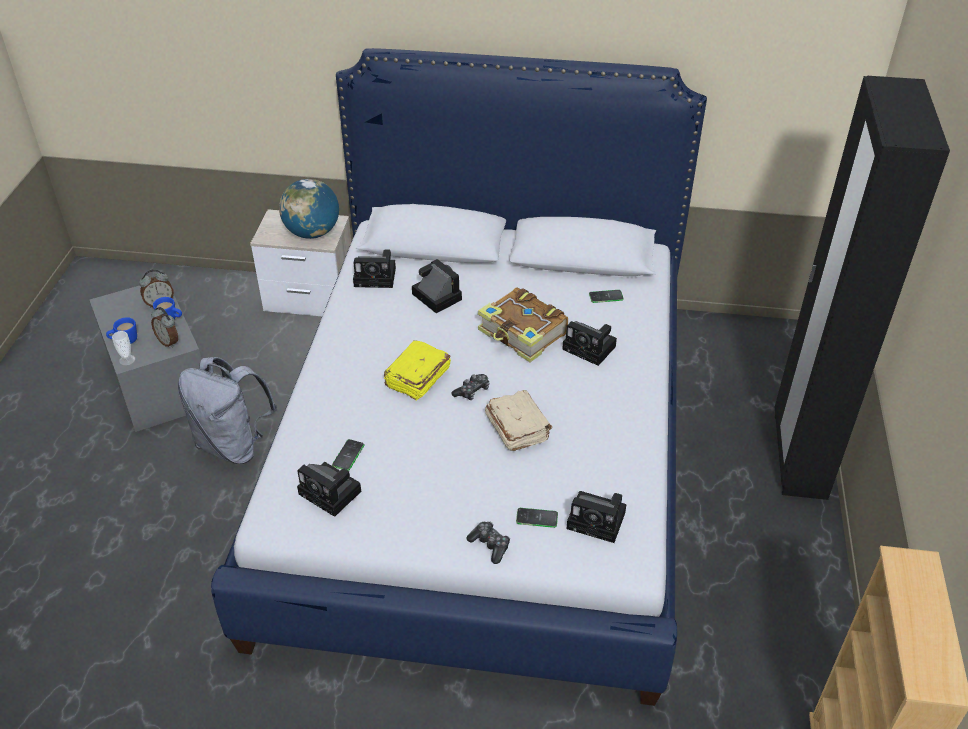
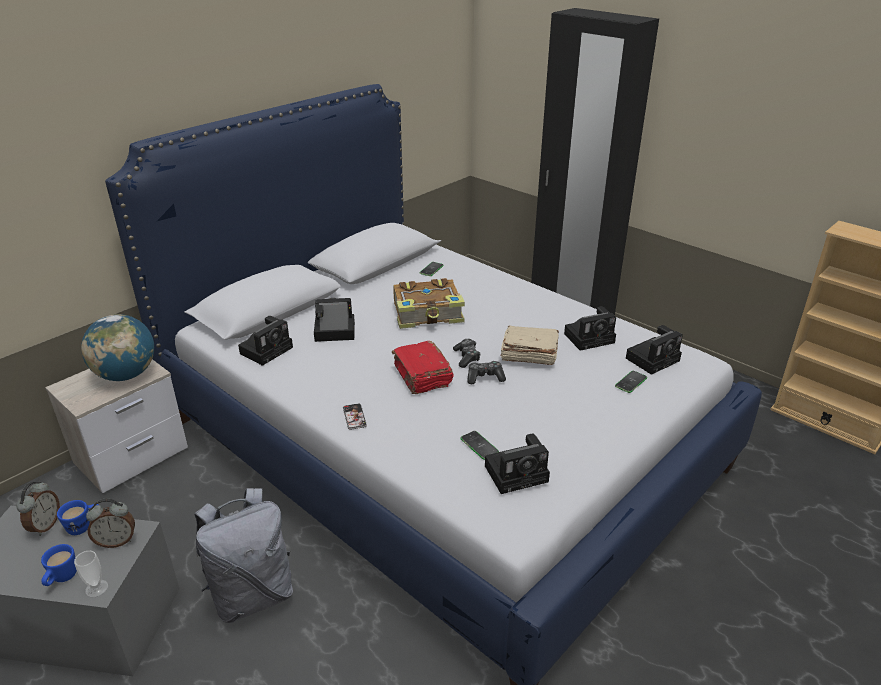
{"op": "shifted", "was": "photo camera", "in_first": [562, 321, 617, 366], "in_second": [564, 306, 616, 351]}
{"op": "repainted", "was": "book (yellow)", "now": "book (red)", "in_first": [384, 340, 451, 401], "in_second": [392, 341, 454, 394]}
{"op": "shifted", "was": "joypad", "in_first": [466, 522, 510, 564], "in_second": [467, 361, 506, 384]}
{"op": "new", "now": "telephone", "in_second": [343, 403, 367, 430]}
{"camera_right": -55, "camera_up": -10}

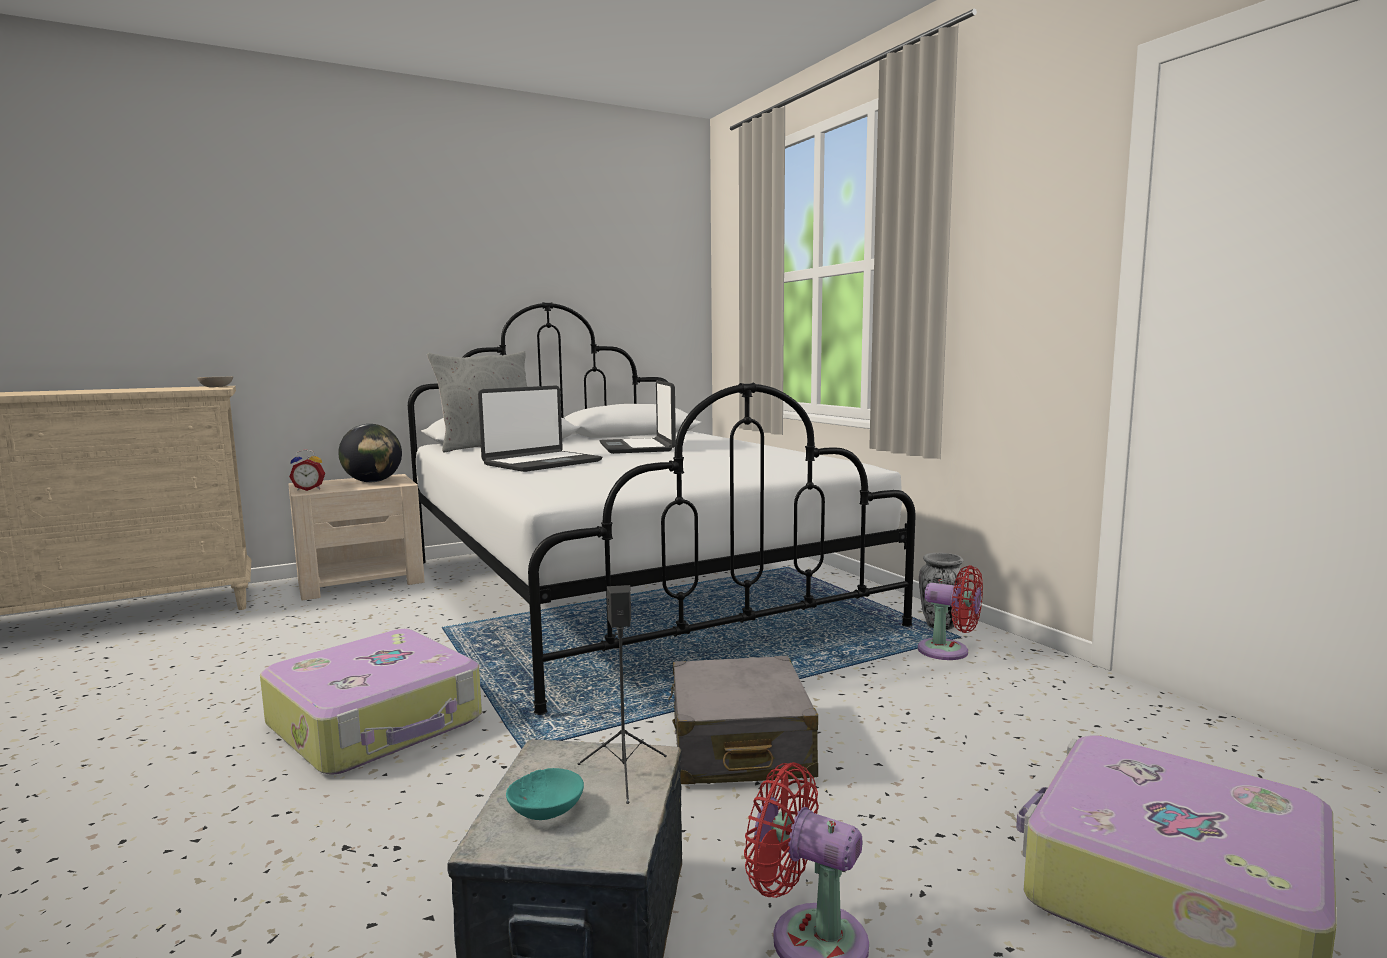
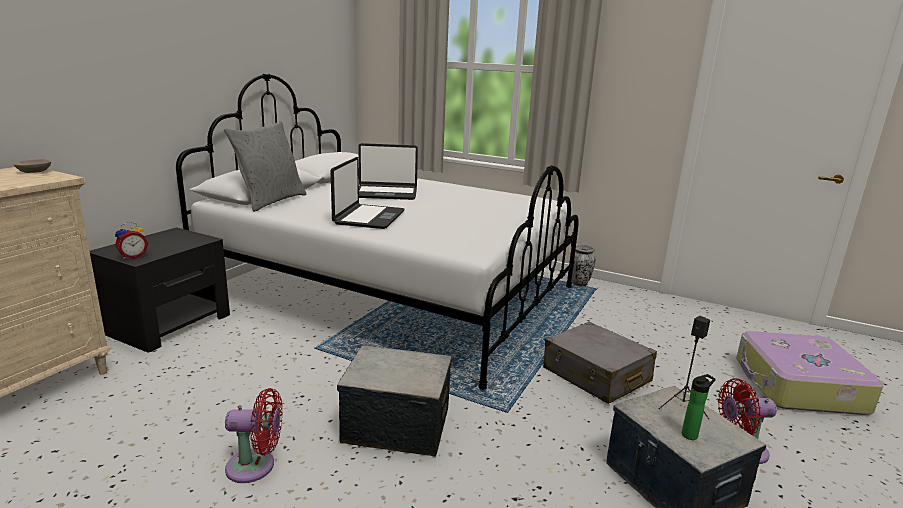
{"op": "rotated", "was": "notebook computer", "in_first": [600, 380, 676, 454], "in_second": [358, 143, 418, 200], "clockwise": -45}
{"op": "gone", "was": "desk globe", "in_first": [338, 424, 402, 482]}
{"op": "repainted", "was": "nightstand (beige)", "now": "nightstand (black-coloured)", "in_first": [288, 474, 425, 600], "in_second": [90, 227, 230, 353]}
{"op": "shifted", "was": "fan (red)", "in_first": [918, 565, 983, 660], "in_second": [225, 388, 283, 483]}
{"op": "swapped", "was": "suitcase", "now": "storage box", "in_first": [260, 629, 482, 775], "in_second": [337, 346, 452, 457]}
{"op": "swapped", "was": "deep dish (blue-green)", "now": "beverage bottle", "in_first": [506, 768, 584, 820], "in_second": [682, 374, 716, 440]}
{"camera_right": -35, "camera_up": 10}

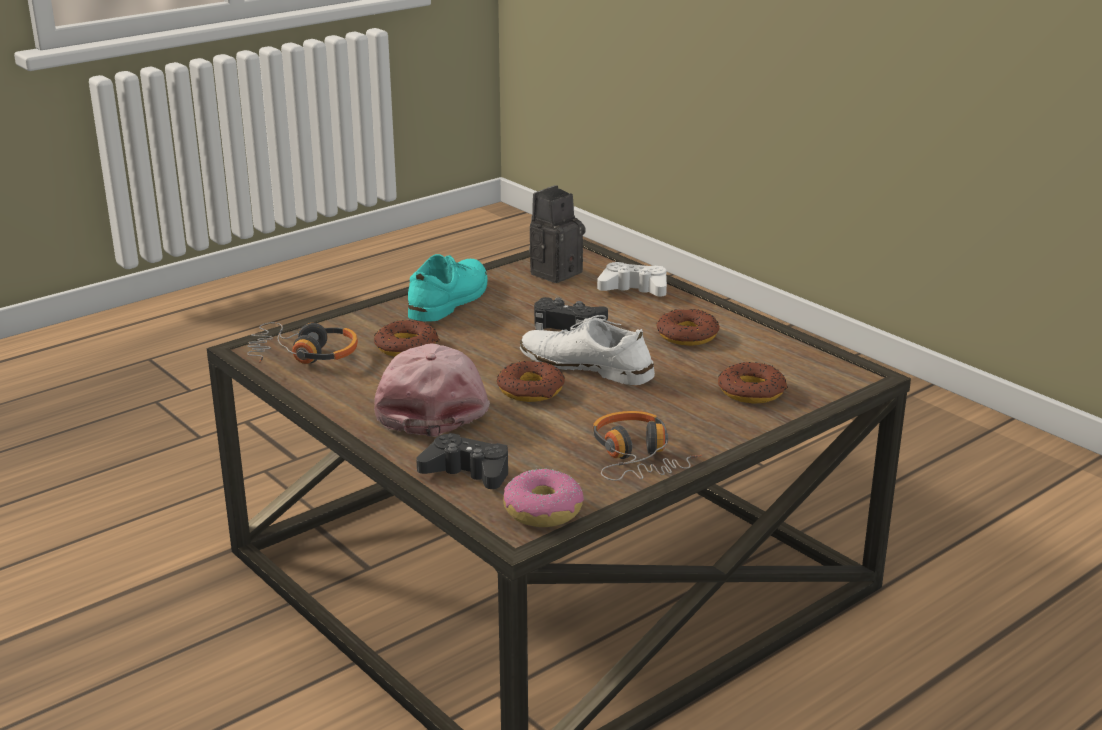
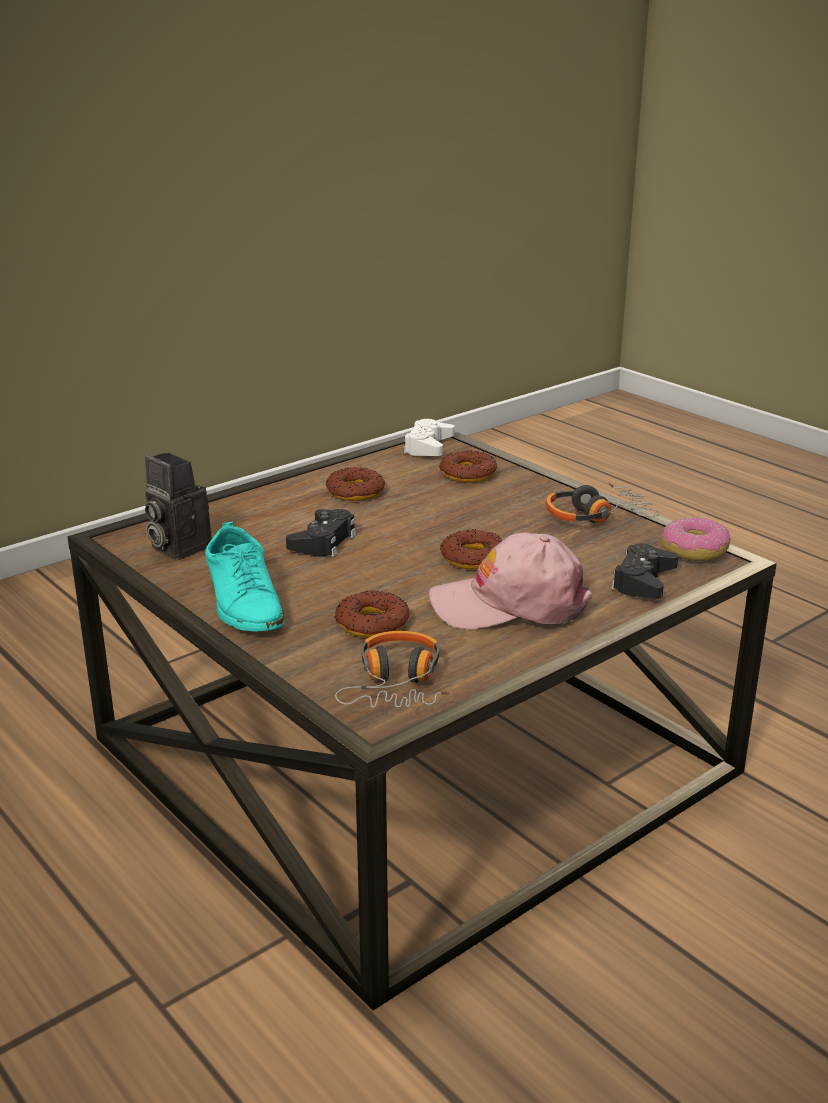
{"op": "rotated", "was": "item of footwear (blue-green)", "in_first": [408, 254, 488, 322], "in_second": [205, 521, 284, 631], "clockwise": -135}
{"op": "shifted", "was": "joypad (white)", "in_first": [597, 262, 667, 296], "in_second": [403, 419, 454, 456]}
{"op": "gone", "was": "item of footwear (white)", "in_first": [520, 315, 655, 385]}
{"camera_right": -90, "camera_up": 0}

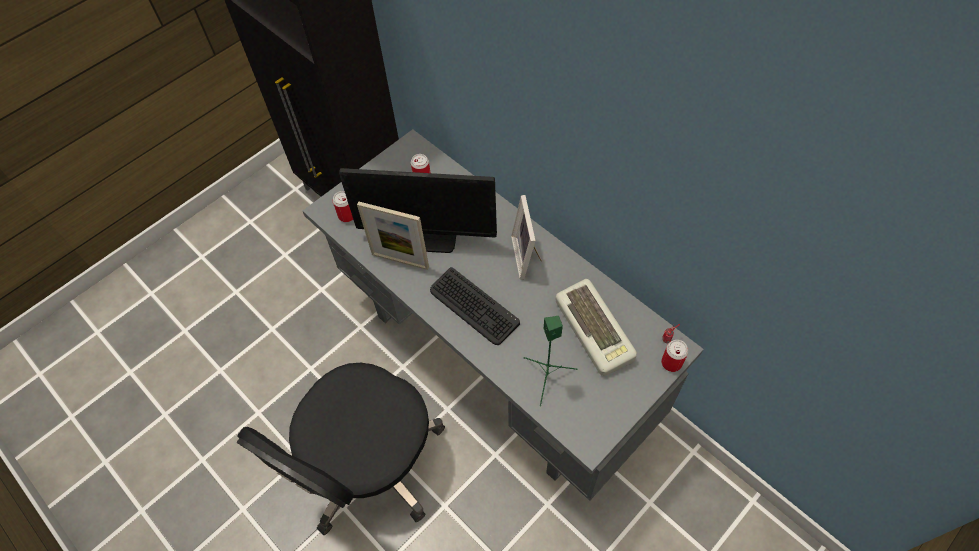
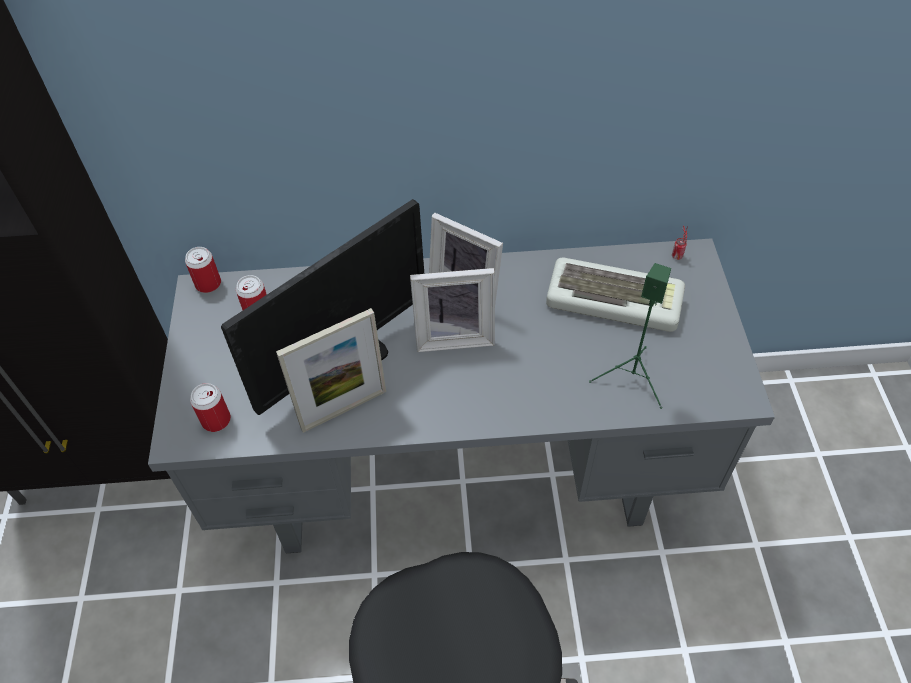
{"op": "gone", "was": "computer keyboard", "in_first": [430, 267, 520, 345]}
{"op": "shifted", "was": "can", "in_first": [661, 340, 688, 372], "in_second": [185, 247, 221, 293]}
{"op": "new", "now": "photo frame", "in_second": [410, 268, 495, 352]}
{"camera_right": -50, "camera_up": -5}

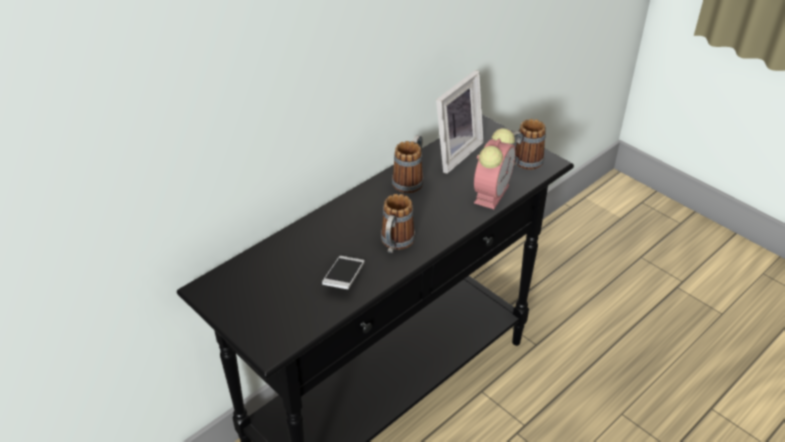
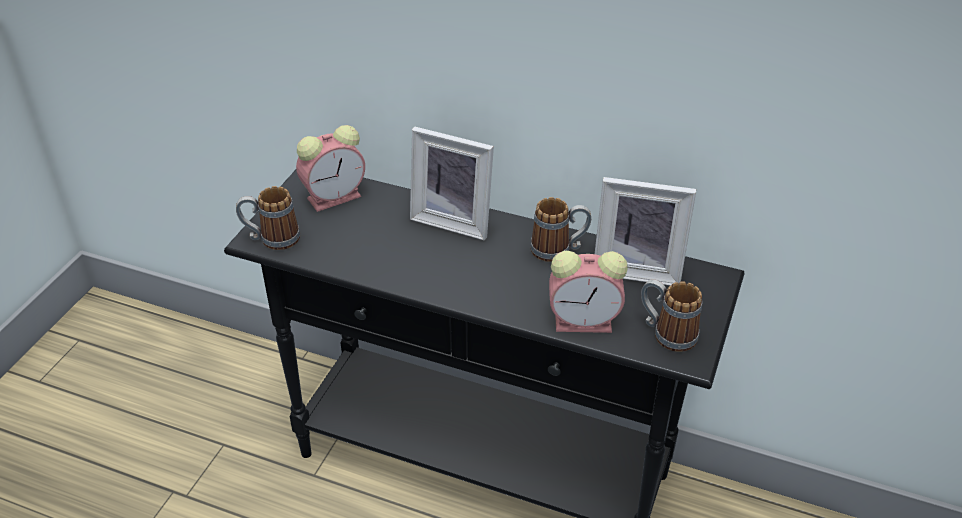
{"op": "shifted", "was": "mug", "in_first": [381, 194, 415, 253], "in_second": [236, 186, 300, 250]}
{"op": "gone", "was": "telephone", "in_first": [322, 256, 365, 289]}
{"op": "new", "now": "table clock", "in_second": [296, 125, 365, 212]}
{"op": "new", "now": "photo frame", "in_second": [410, 127, 494, 241]}
{"camera_right": 65, "camera_up": 0}

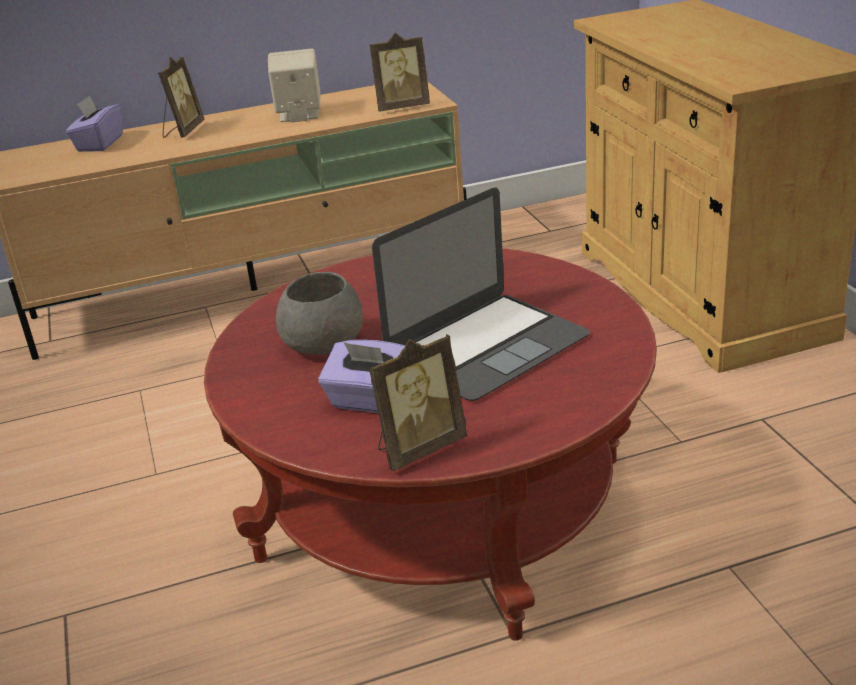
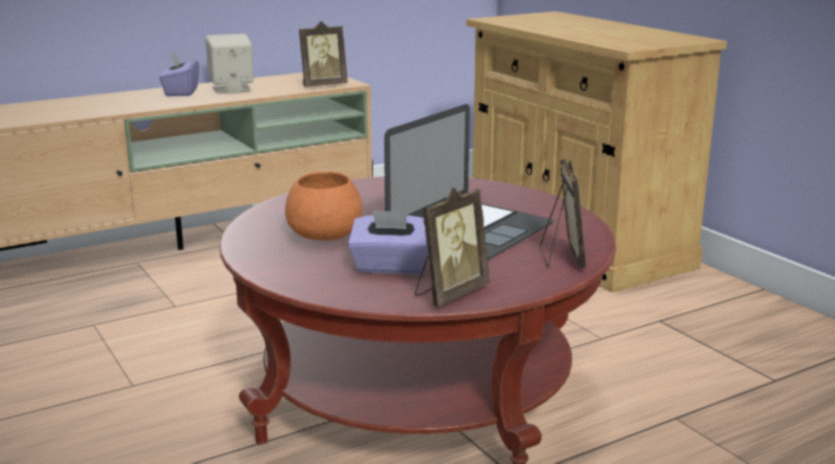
{"op": "shifted", "was": "photo frame", "in_first": [158, 57, 204, 138], "in_second": [540, 159, 586, 268]}
{"op": "shifted", "was": "tissue holder (purple)", "in_first": [66, 96, 123, 152], "in_second": [159, 51, 199, 96]}
{"op": "repainted", "was": "deep dish (grey)", "now": "deep dish (orangey)", "in_first": [276, 272, 363, 355], "in_second": [285, 171, 362, 240]}
{"camera_right": -15, "camera_up": -10}

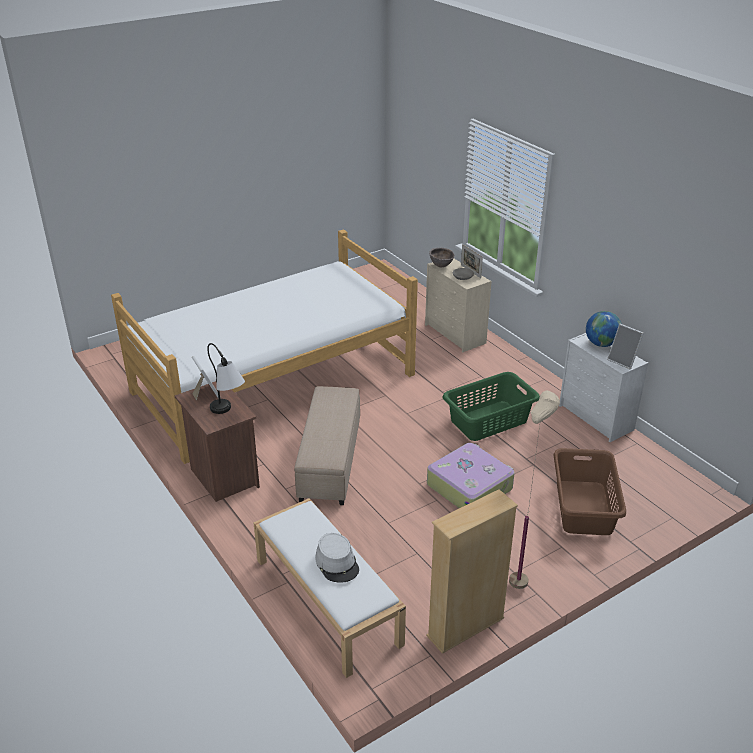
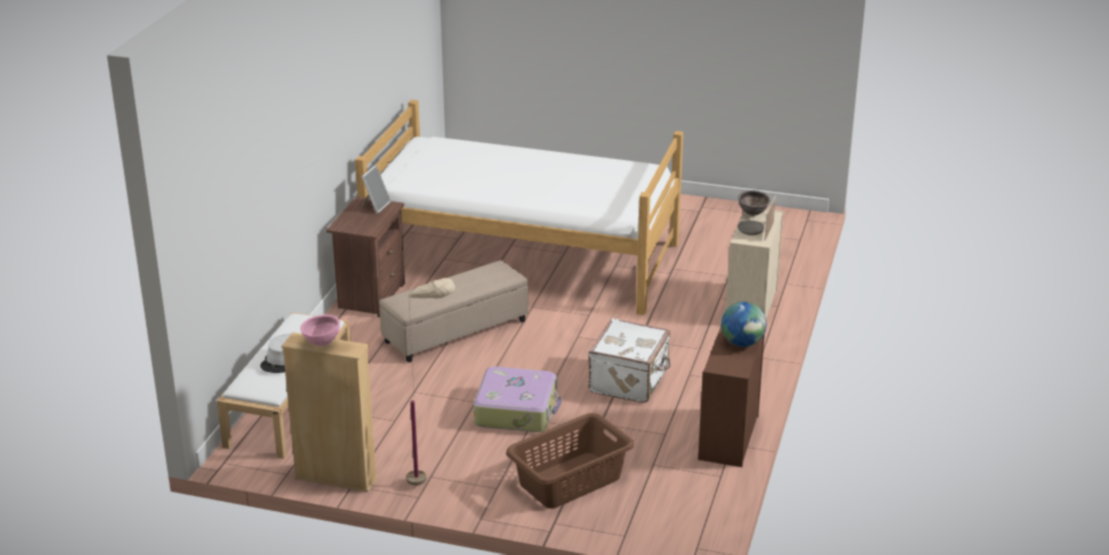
{"op": "gone", "was": "photo frame", "in_first": [607, 324, 644, 369]}
{"op": "repainted", "was": "chest of drawers (white)", "now": "chest of drawers (brown-coloured)", "in_first": [559, 333, 648, 442], "in_second": [698, 327, 765, 467]}
{"op": "gone", "was": "table lamp", "in_first": [207, 343, 245, 414]}
{"op": "swapped", "was": "washing basket (green-coloured)", "now": "suitcase (white)", "in_first": [442, 372, 540, 441], "in_second": [588, 318, 670, 403]}
{"op": "new", "now": "deep dish (pink)", "in_second": [300, 315, 340, 346]}
{"camera_right": 50, "camera_up": -5}

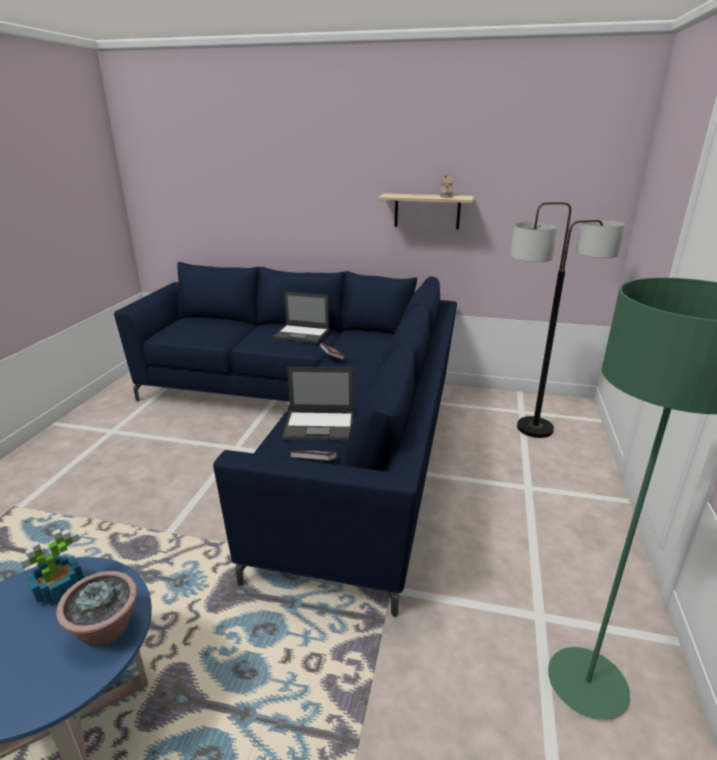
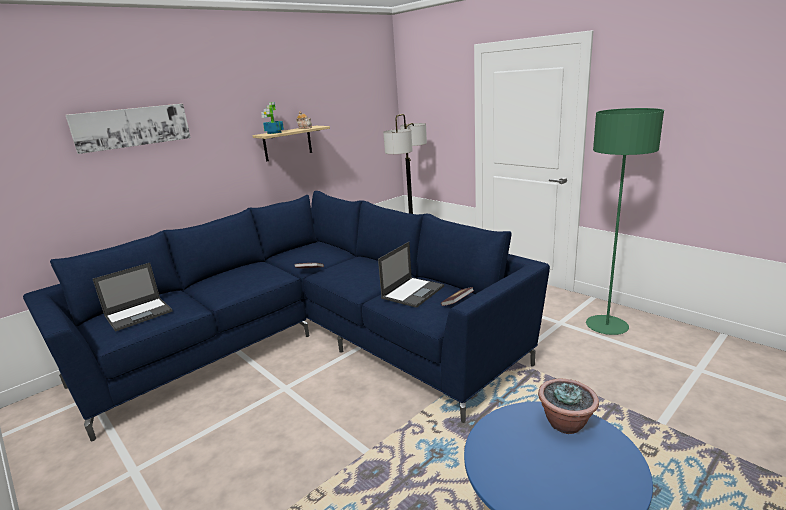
{"op": "shifted", "was": "notebook computer", "in_first": [273, 291, 329, 343], "in_second": [93, 263, 172, 332]}
{"op": "shifted", "was": "potted plant", "in_first": [20, 529, 84, 604], "in_second": [261, 102, 284, 134]}
{"op": "new", "now": "wall art", "in_second": [66, 104, 191, 154]}
{"camera_right": -55, "camera_up": -5}

